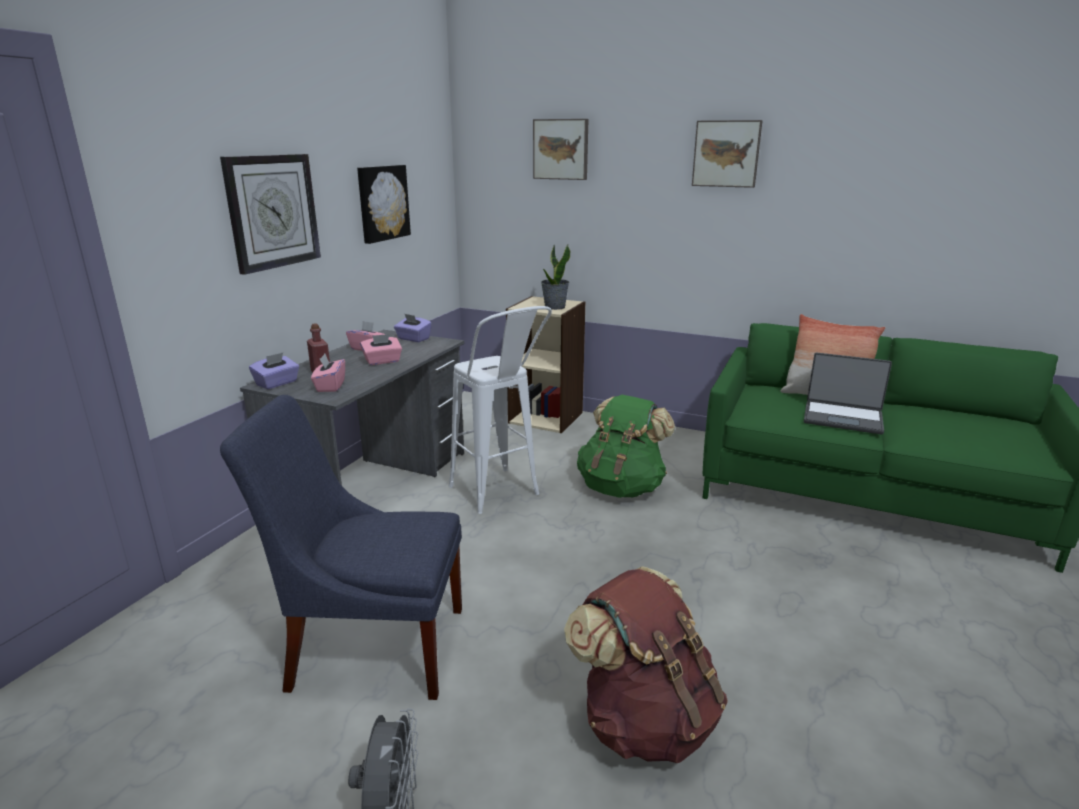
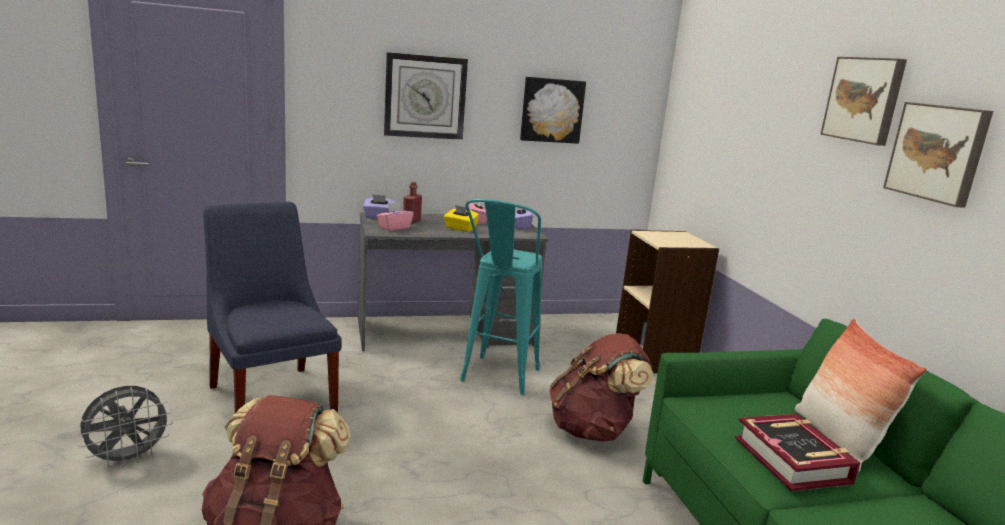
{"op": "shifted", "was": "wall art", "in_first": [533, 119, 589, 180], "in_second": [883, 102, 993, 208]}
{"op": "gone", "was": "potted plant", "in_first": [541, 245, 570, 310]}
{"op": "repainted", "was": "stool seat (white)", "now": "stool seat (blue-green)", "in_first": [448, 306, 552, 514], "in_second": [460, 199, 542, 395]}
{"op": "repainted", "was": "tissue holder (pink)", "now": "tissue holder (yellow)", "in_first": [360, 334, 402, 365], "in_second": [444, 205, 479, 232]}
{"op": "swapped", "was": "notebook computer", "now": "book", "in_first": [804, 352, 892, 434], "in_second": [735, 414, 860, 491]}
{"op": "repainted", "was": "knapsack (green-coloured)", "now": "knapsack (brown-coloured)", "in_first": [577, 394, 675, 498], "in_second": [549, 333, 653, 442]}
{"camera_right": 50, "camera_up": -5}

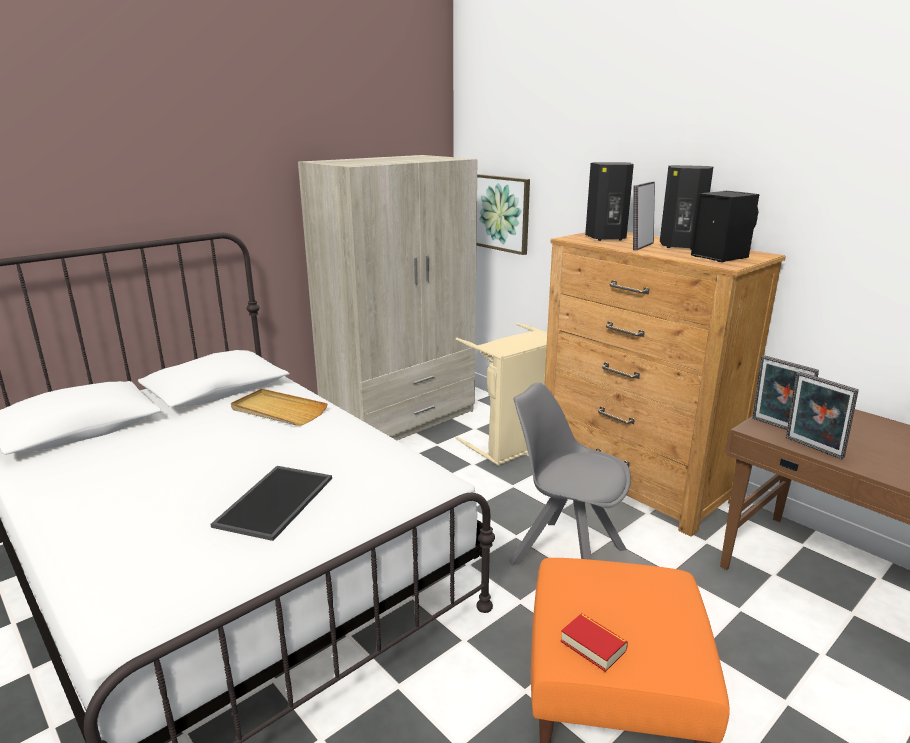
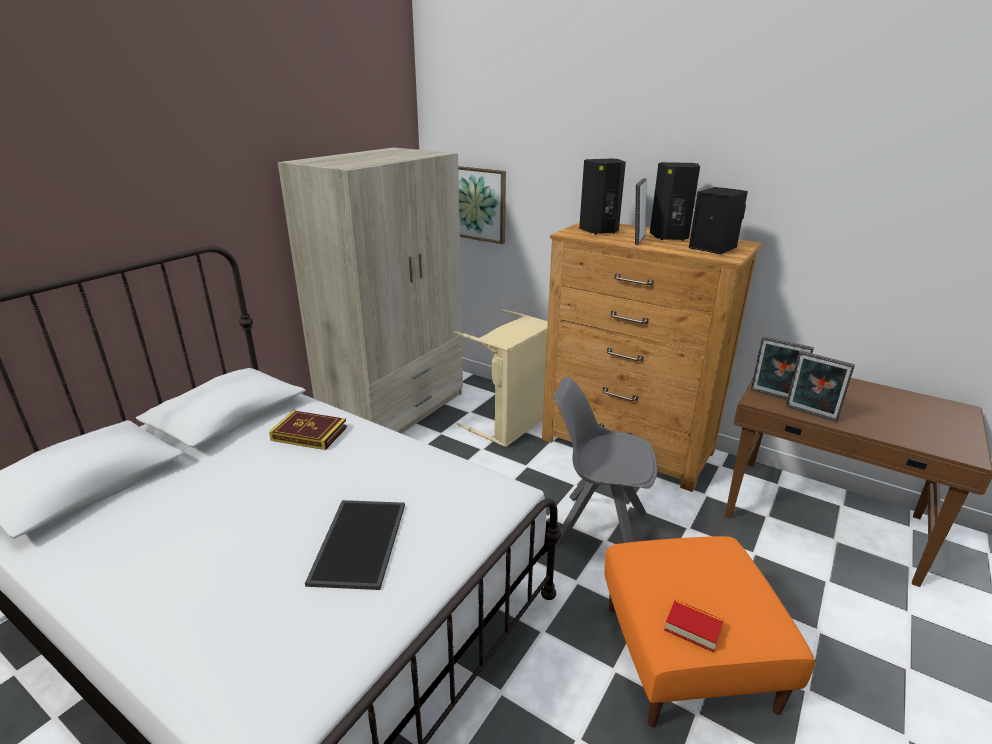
{"op": "swapped", "was": "carrying tray (beige)", "now": "book", "in_first": [231, 389, 328, 426], "in_second": [269, 410, 347, 450]}
{"camera_right": -15, "camera_up": 5}

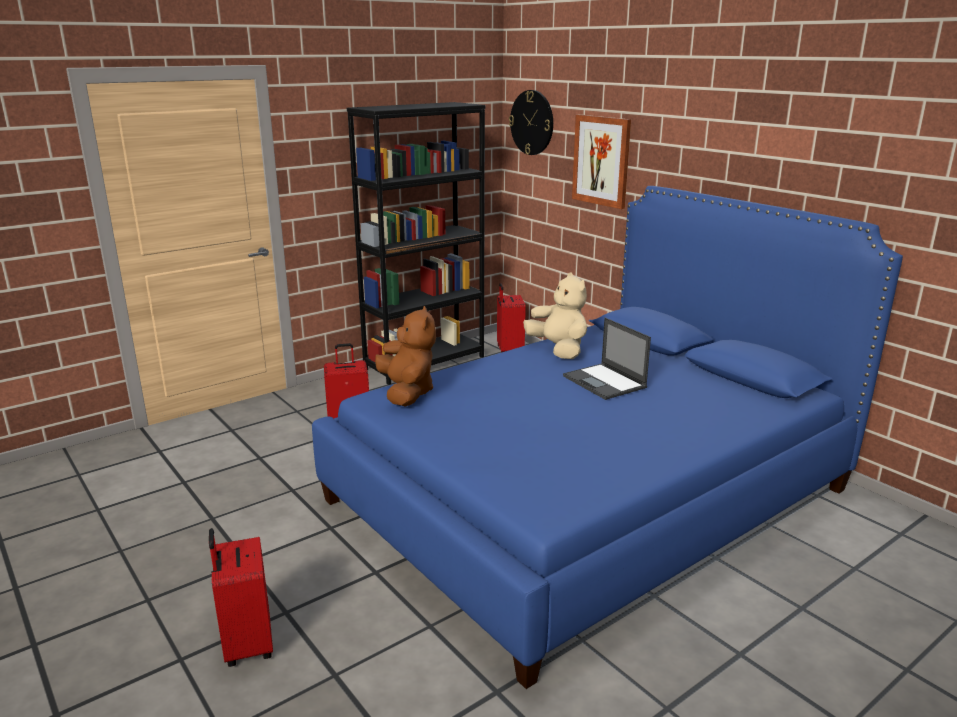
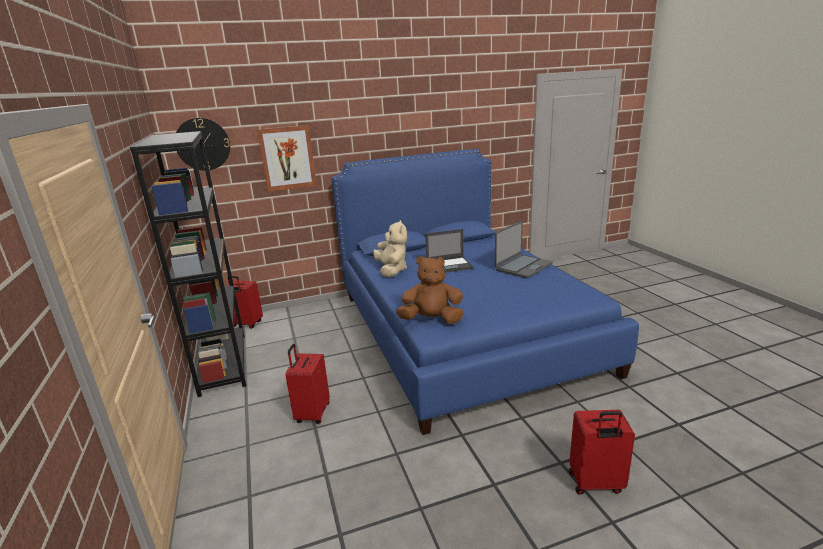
{"op": "rotated", "was": "soft toy (beige)", "in_first": [523, 272, 587, 359], "in_second": [373, 220, 407, 277], "clockwise": 90}
{"op": "new", "now": "notebook computer", "in_second": [495, 221, 553, 279]}
{"camera_right": -70, "camera_up": 0}

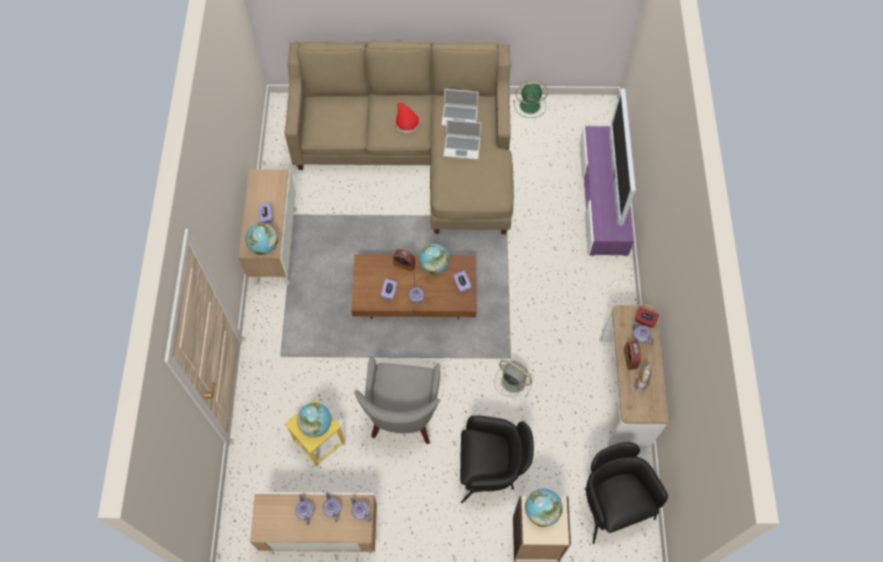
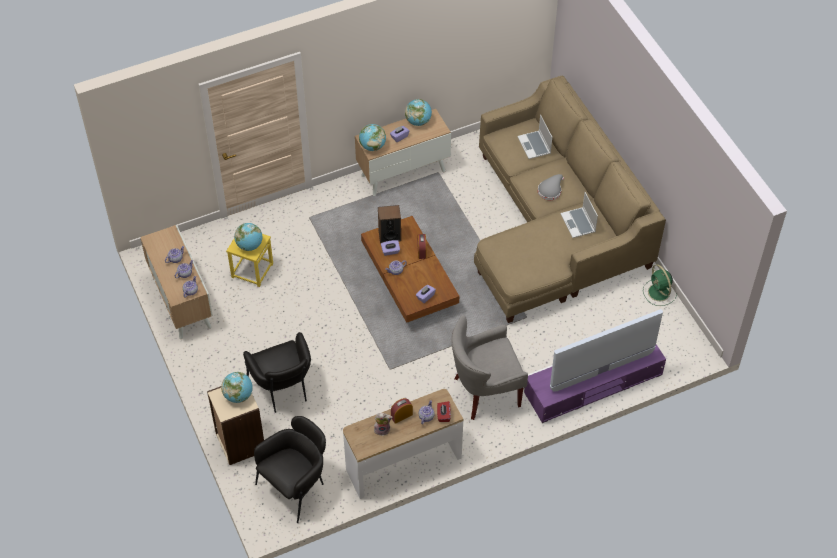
{"op": "repainted", "was": "wearable hat (red)", "now": "wearable hat (grey)", "in_first": [395, 103, 420, 133], "in_second": [538, 174, 564, 200]}
{"op": "shifted", "was": "notebook computer", "in_first": [443, 119, 481, 160], "in_second": [517, 115, 552, 159]}
{"op": "shifted", "was": "desk globe", "in_first": [419, 244, 450, 275], "in_second": [405, 99, 432, 126]}
{"op": "shifted", "was": "armchair (grey)", "in_first": [354, 357, 440, 445], "in_second": [451, 316, 528, 420]}
{"op": "gone", "was": "fan (grey)", "in_first": [494, 360, 532, 397]}
{"op": "new", "now": "speaker", "in_second": [378, 205, 401, 243]}
{"camera_right": 65, "camera_up": -10}

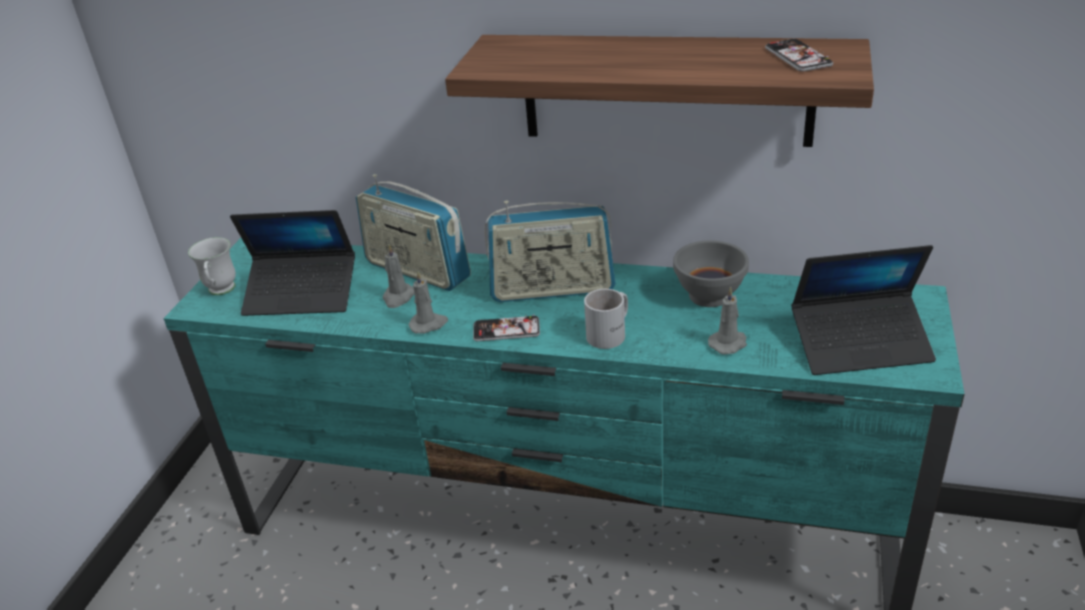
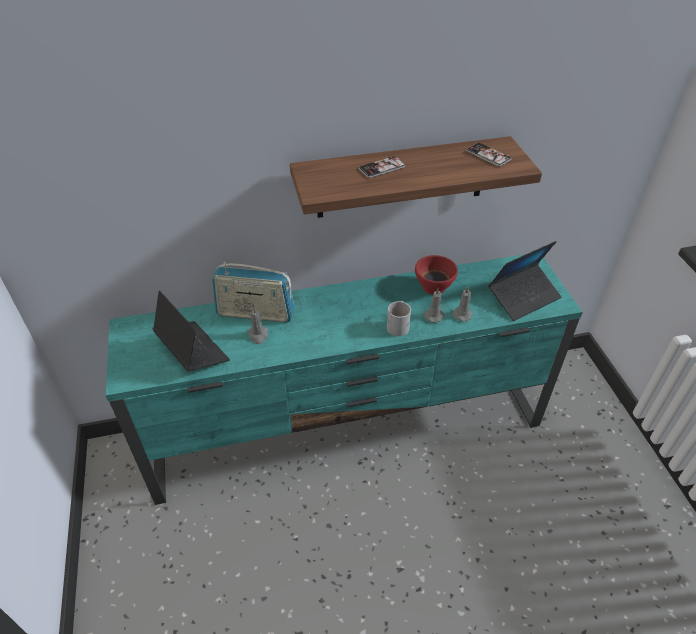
{"op": "gone", "was": "radio", "in_first": [484, 201, 616, 302]}
{"op": "rotated", "was": "notebook computer", "in_first": [230, 210, 355, 316], "in_second": [152, 291, 230, 372], "clockwise": -105}
{"op": "gone", "was": "mug (white)", "in_first": [188, 237, 236, 295]}
{"op": "repainted", "was": "deep dish (grey)", "now": "deep dish (red)", "in_first": [673, 240, 749, 307], "in_second": [415, 255, 458, 295]}
{"op": "shifted", "was": "wax light (grey)", "in_first": [409, 271, 448, 334], "in_second": [423, 288, 445, 323]}
{"op": "shifted", "was": "telephone", "in_first": [473, 314, 540, 341], "in_second": [359, 155, 405, 178]}
{"camera_right": -30, "camera_up": 10}

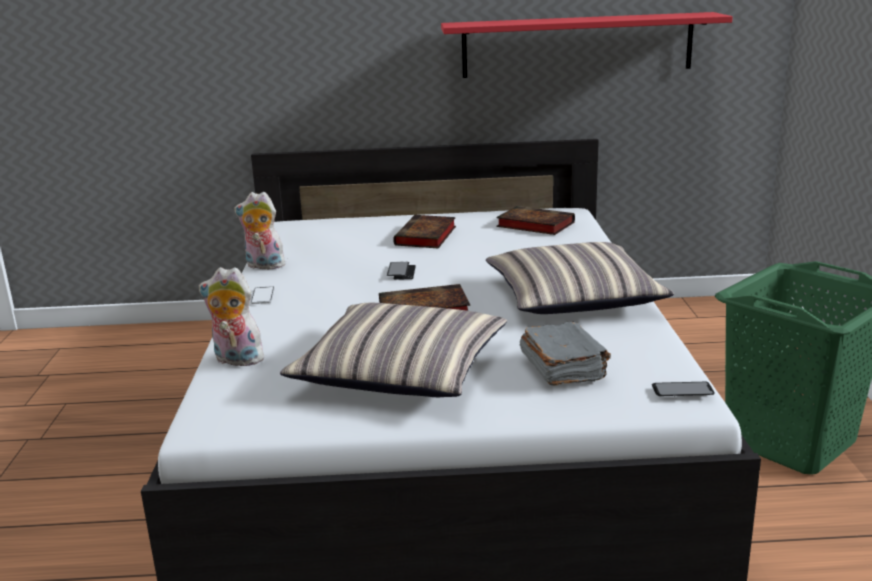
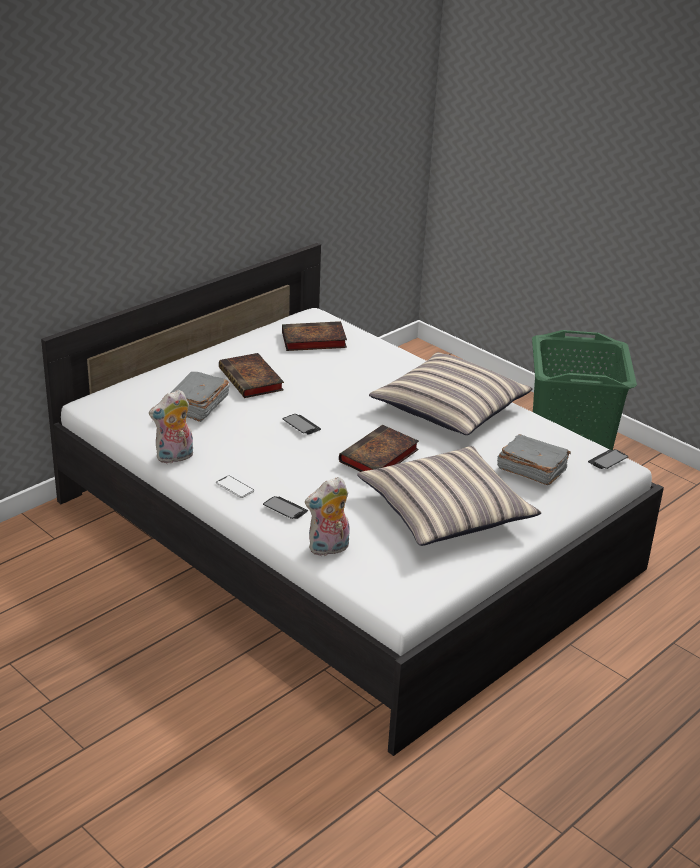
{"op": "gone", "was": "wall shelf (red)", "in_first": [441, 12, 733, 78]}
{"op": "new", "now": "book (grey)", "in_second": [170, 372, 229, 422]}
{"op": "new", "now": "telephone", "in_second": [263, 496, 308, 519]}
{"camera_right": -45, "camera_up": 10}

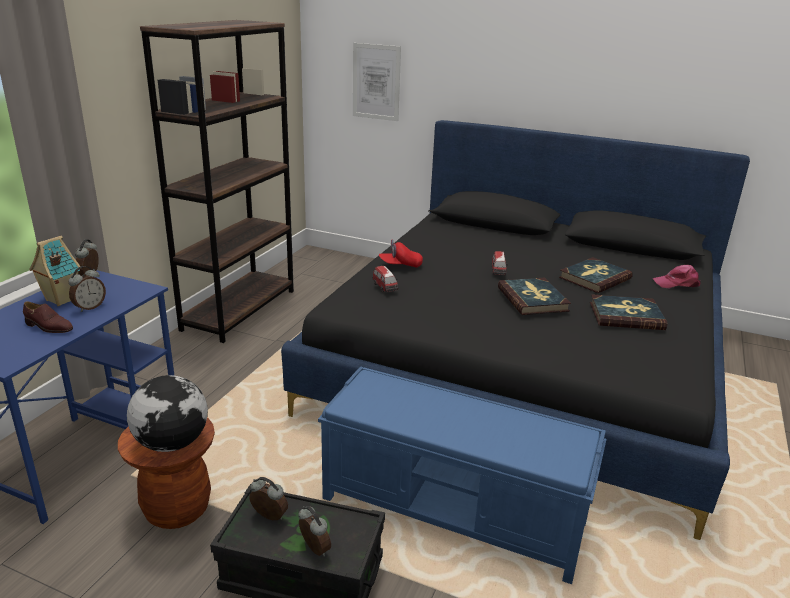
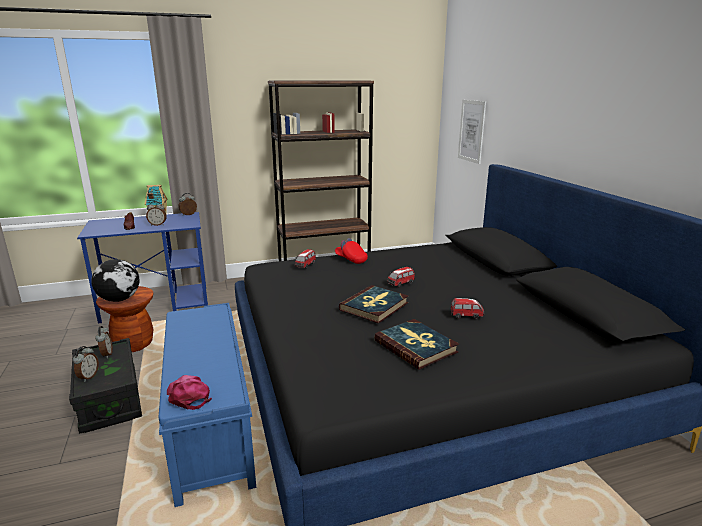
{"op": "swapped", "was": "book", "now": "toy car", "in_first": [559, 257, 633, 293], "in_second": [450, 298, 485, 319]}
{"op": "shifted", "was": "cap (pink)", "in_first": [653, 265, 701, 289], "in_second": [167, 375, 212, 410]}
{"camera_right": 50, "camera_up": -5}

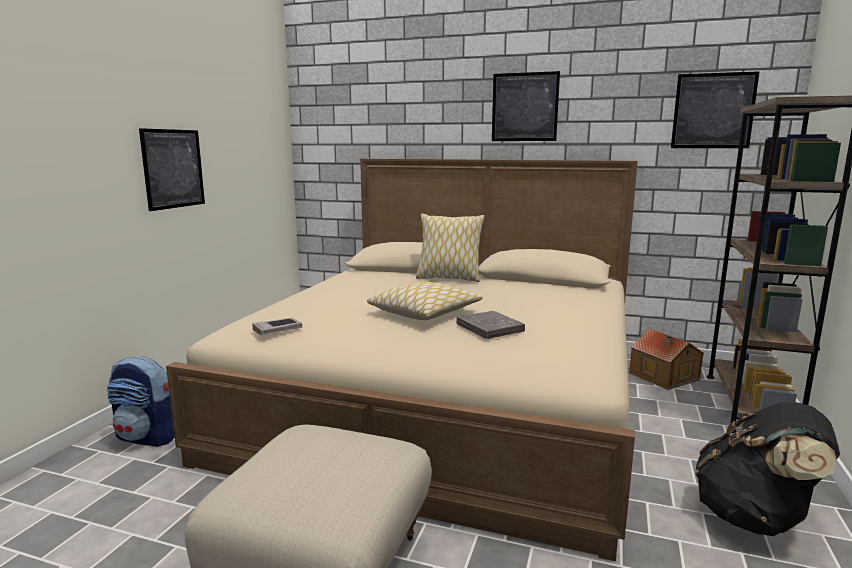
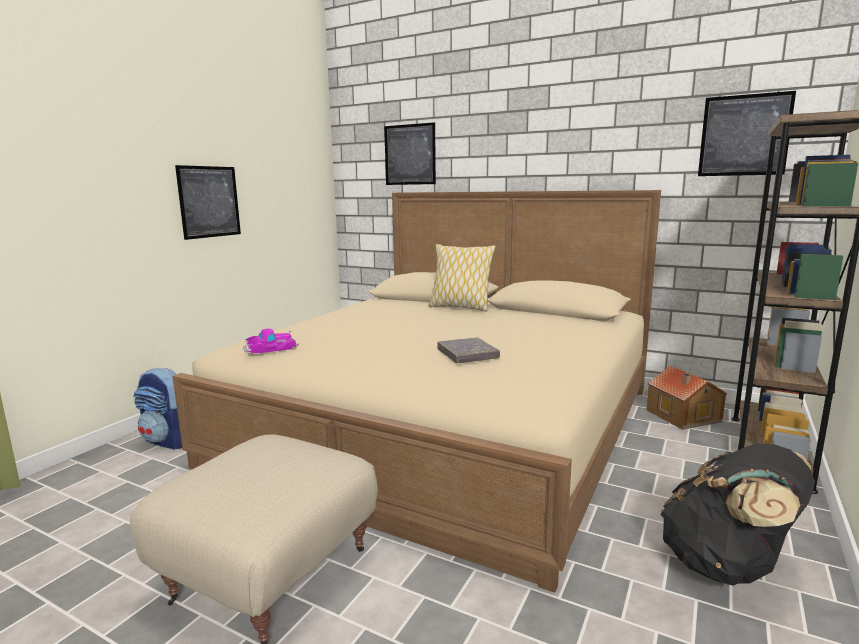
{"op": "shifted", "was": "wall art", "in_first": [492, 71, 560, 141], "in_second": [384, 122, 436, 185]}
{"op": "gone", "was": "pillow", "in_first": [367, 282, 483, 320]}
{"op": "swapped", "was": "book", "now": "toy car", "in_first": [252, 318, 302, 335], "in_second": [243, 328, 299, 353]}
{"camera_right": 10, "camera_up": 0}

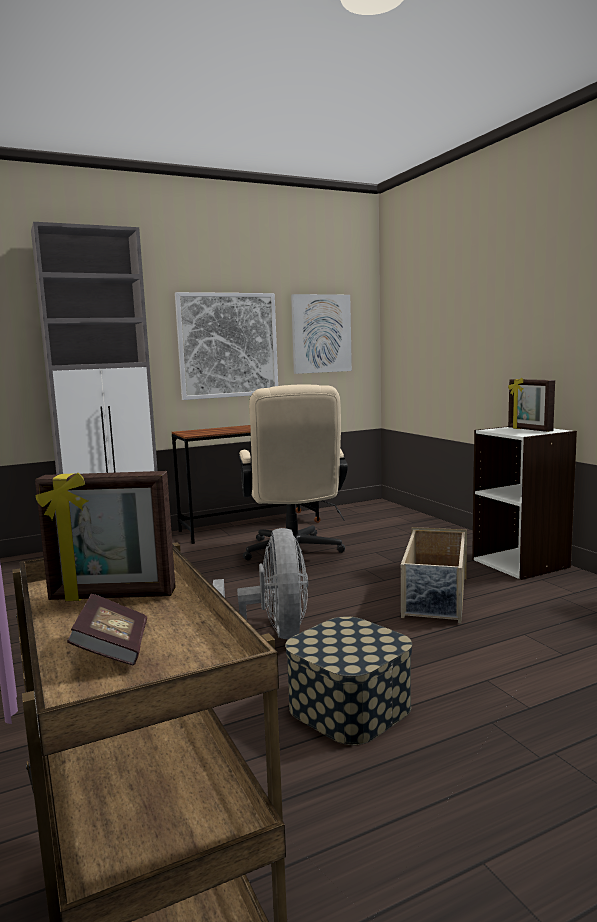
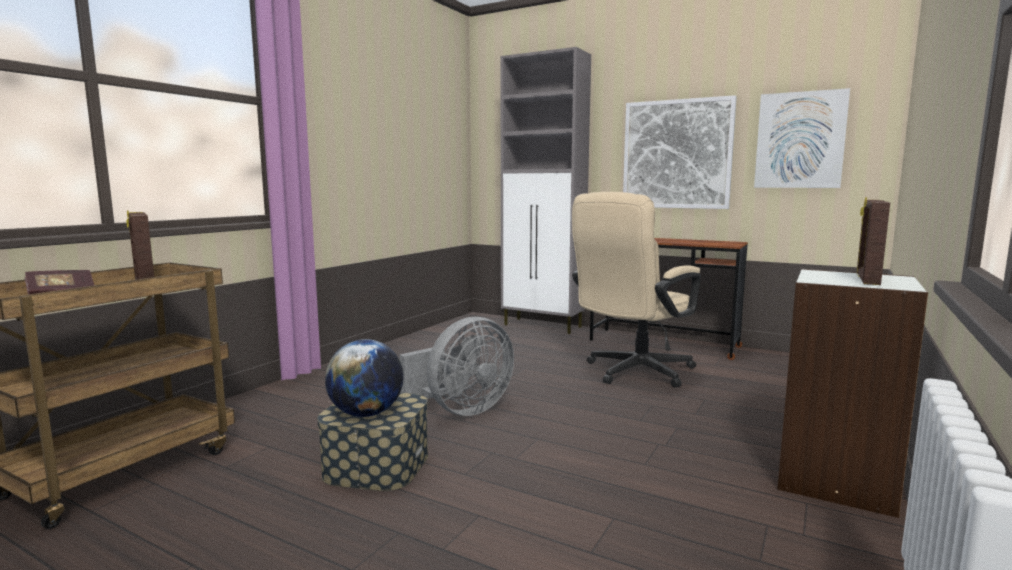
{"op": "gone", "was": "storage box (beige)", "in_first": [401, 527, 467, 623]}
{"op": "new", "now": "desk globe", "in_second": [325, 339, 404, 417]}
{"camera_right": 55, "camera_up": 0}

